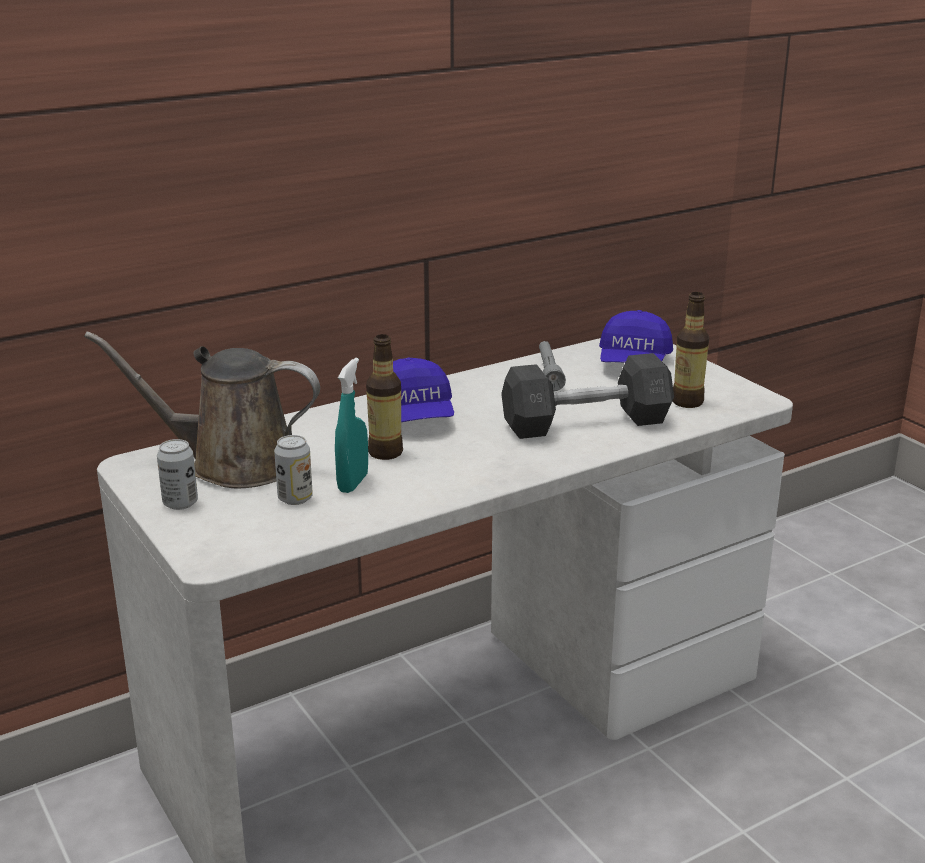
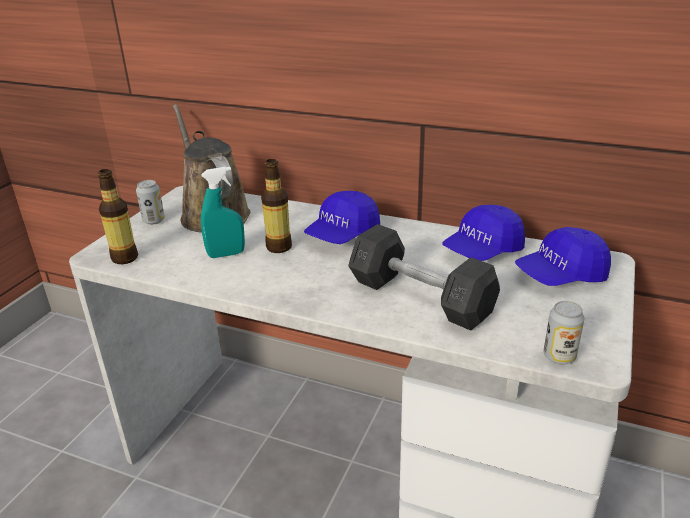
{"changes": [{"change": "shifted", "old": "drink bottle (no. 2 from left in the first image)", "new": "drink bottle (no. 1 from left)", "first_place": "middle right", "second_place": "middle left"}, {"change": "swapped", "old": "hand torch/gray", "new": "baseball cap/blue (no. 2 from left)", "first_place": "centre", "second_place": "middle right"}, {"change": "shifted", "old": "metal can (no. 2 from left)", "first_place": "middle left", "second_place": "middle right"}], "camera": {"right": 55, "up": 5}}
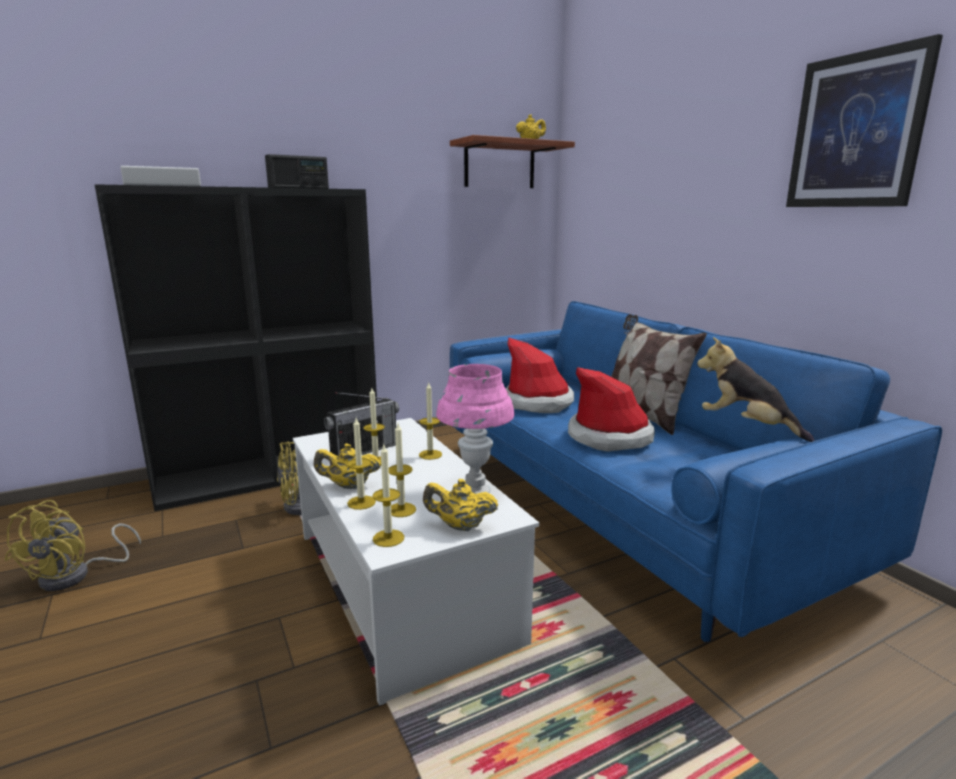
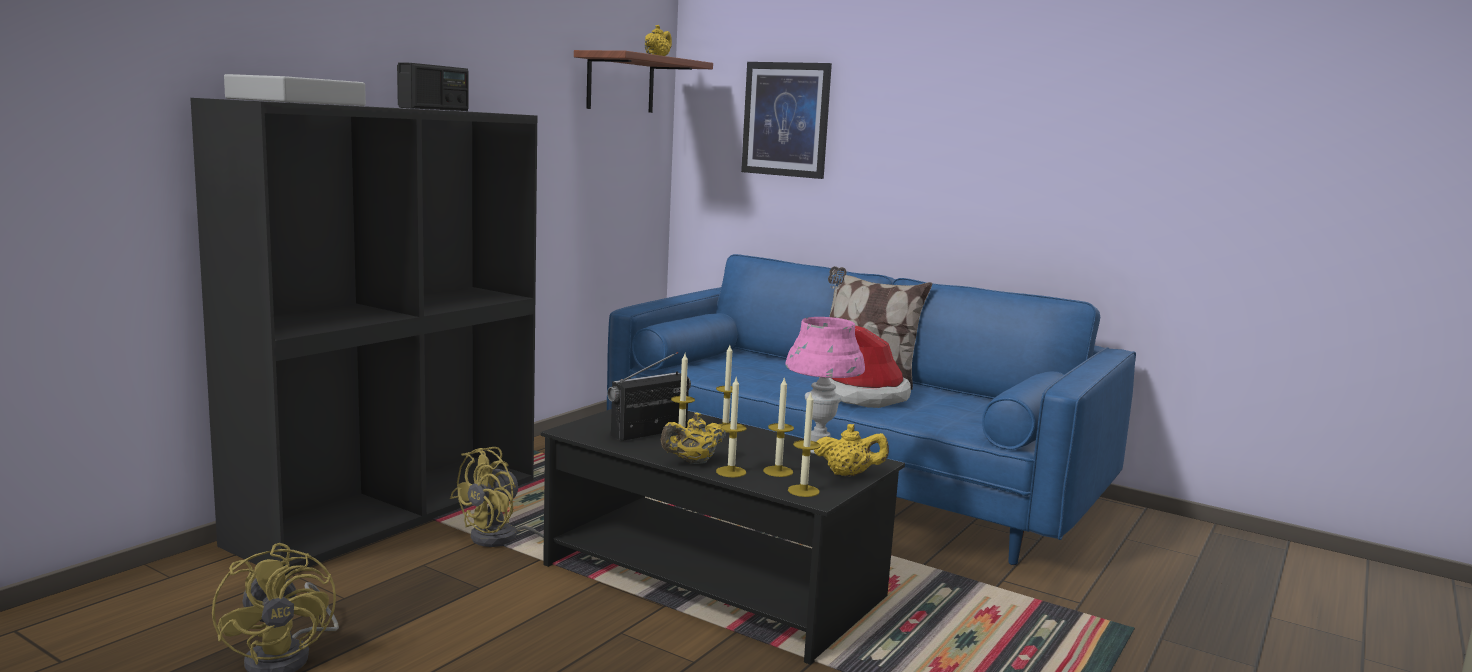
{"changes": [{"change": "repainted", "old": "lounge table/white-coloured", "new": "lounge table/black-coloured", "first_place": "bottom centre", "second_place": "bottom centre"}, {"change": "rotated", "old": "radio set (no. 2 from left)", "first_place": "centre", "second_place": "centre", "degrees": -150}, {"change": "shifted", "old": "wall art", "first_place": "top right", "second_place": "top centre"}, {"change": "rotated", "old": "teapot/yellowish (no. 2 from left in the first image)", "first_place": "centre", "second_place": "bottom centre", "degrees": -150}, {"change": "gone", "old": "clothing hat (no. 1 from left)", "first_place": "centre"}, {"change": "gone", "old": "cuddly toy", "first_place": "middle right"}], "camera": {"right": -30, "up": -5}}
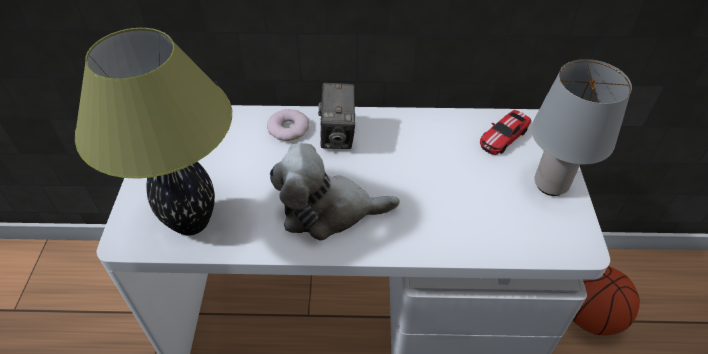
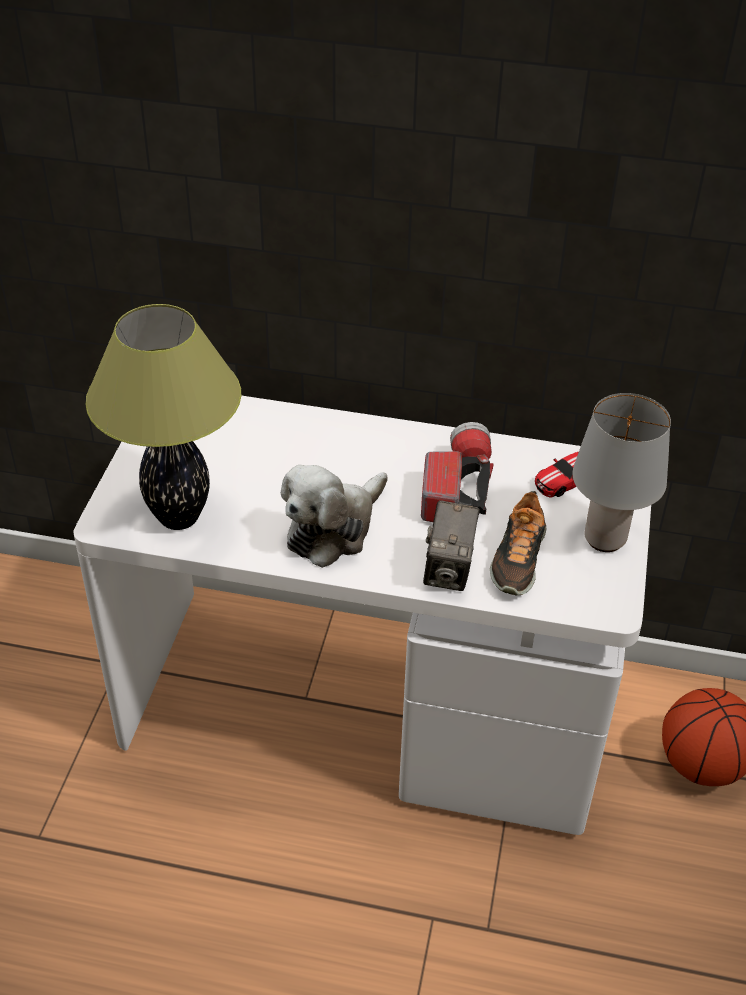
{"changes": [{"change": "rotated", "old": "cuddly toy", "first_place": "centre", "second_place": "centre", "degrees": -60}, {"change": "new", "new": "hand torch", "second_place": "centre"}, {"change": "shifted", "old": "photo camera", "first_place": "top centre", "second_place": "centre"}, {"change": "new", "new": "low shoe", "second_place": "middle right"}, {"change": "gone", "old": "donut", "first_place": "centre"}], "camera": {"right": 10, "up": -5}}
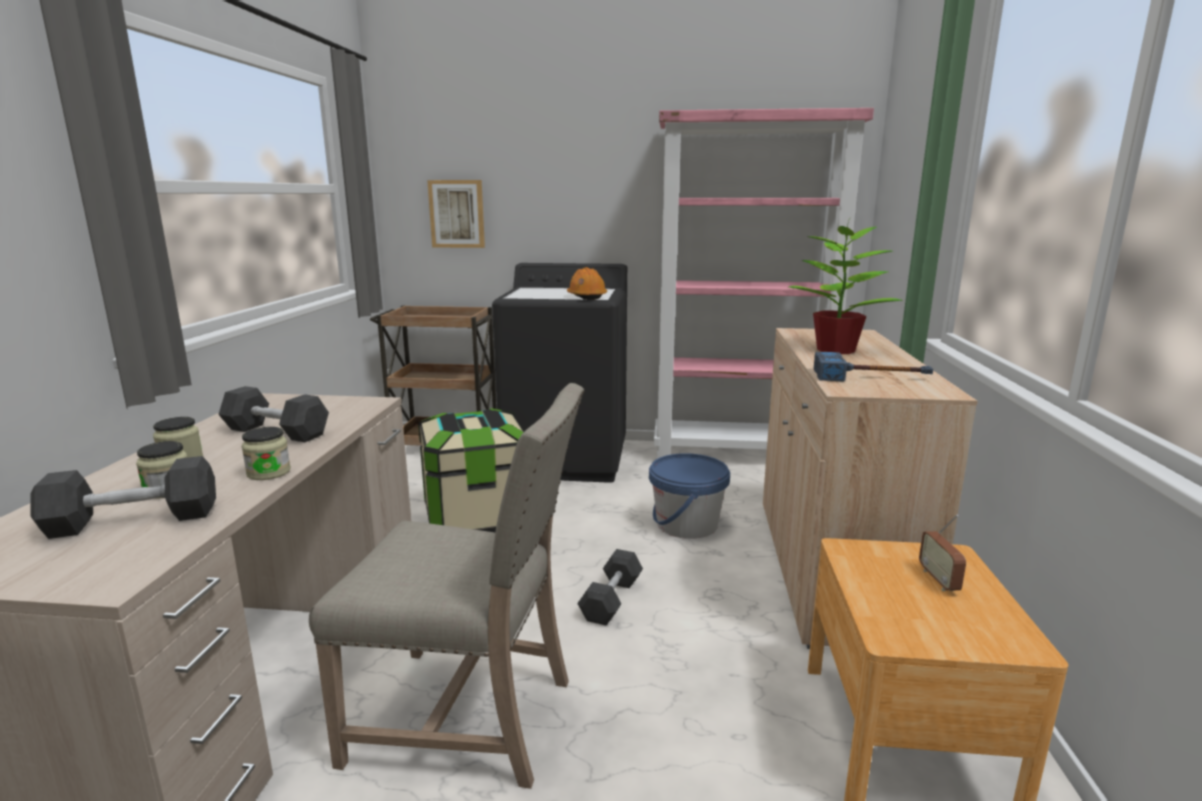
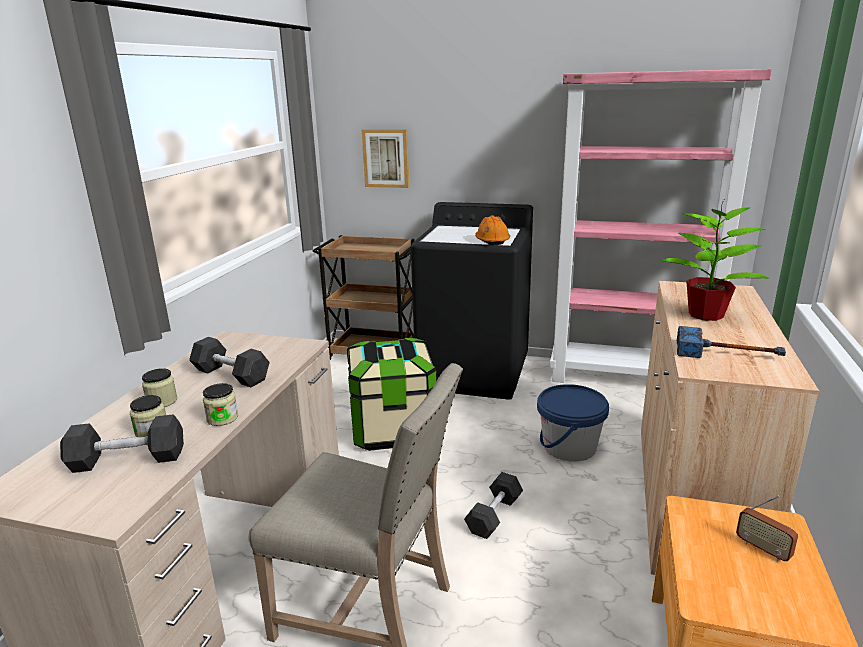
{"changes": [{"change": "rotated", "old": "radio set", "first_place": "bottom right", "second_place": "bottom right", "degrees": -45}], "camera": {"right": 10, "up": 5}}
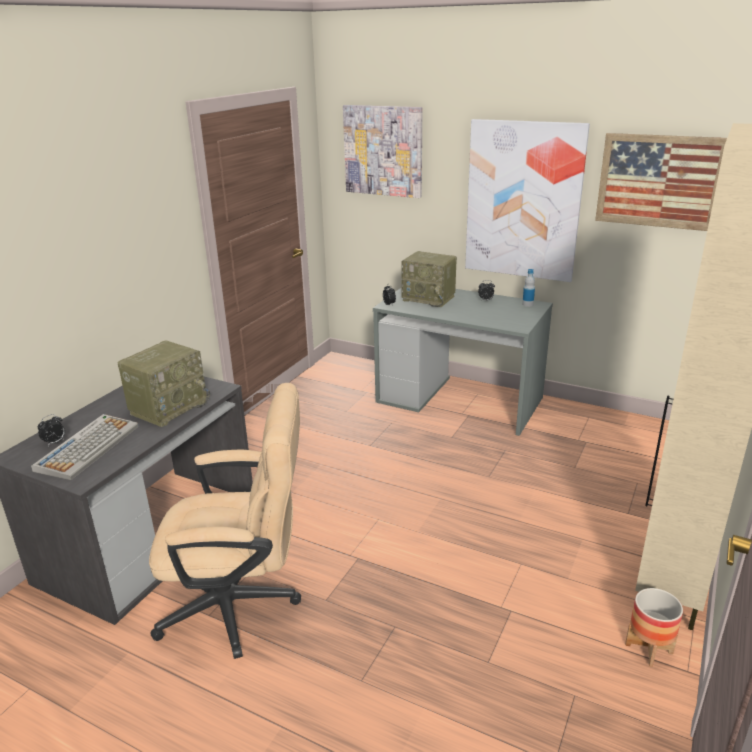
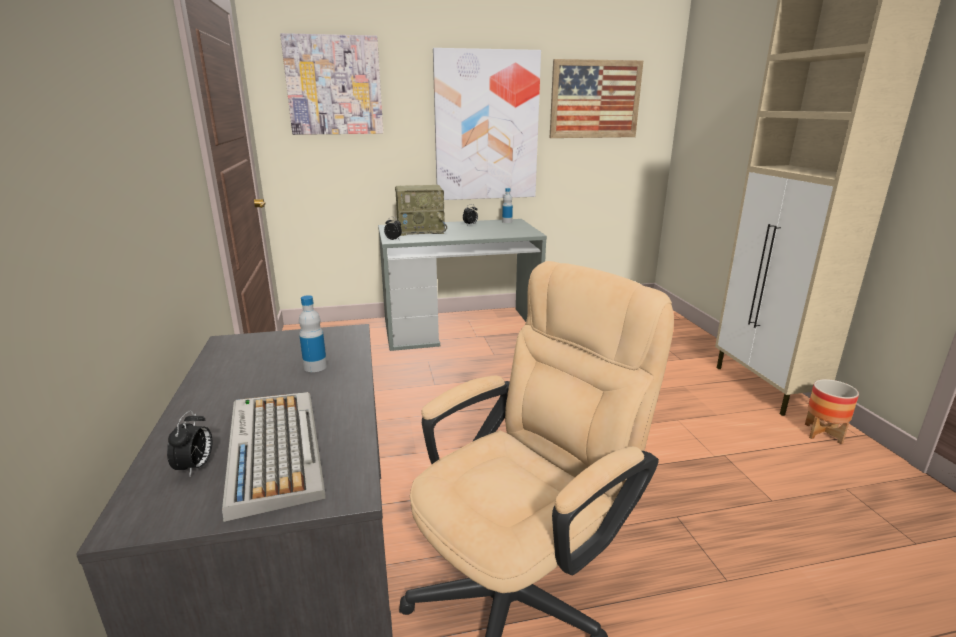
{"changes": [{"change": "swapped", "old": "radio set (no. 1 from left)", "new": "drink bottle (no. 1 from left)", "first_place": "middle left", "second_place": "middle left"}], "camera": {"right": -40, "up": -5}}
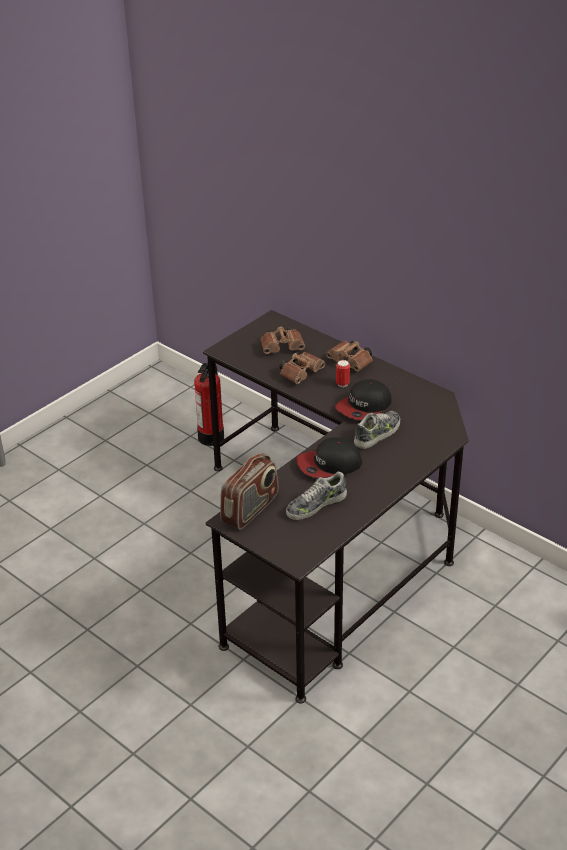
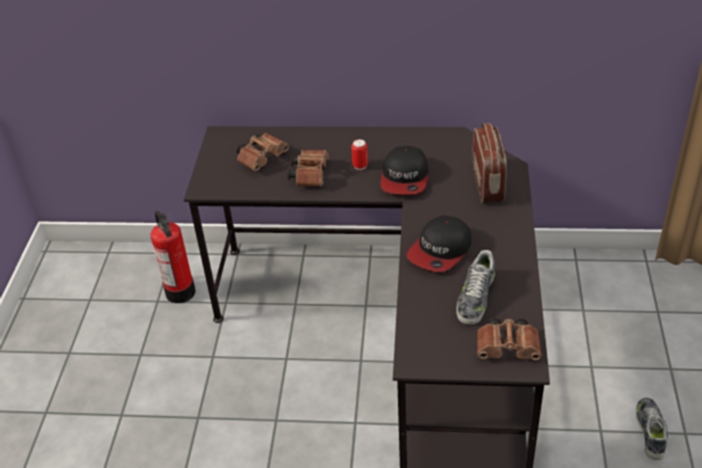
{"changes": [{"change": "shifted", "old": "radio set", "first_place": "centre", "second_place": "middle right"}, {"change": "shifted", "old": "pair of binoculars/brown (no. 3 from left)", "first_place": "centre", "second_place": "bottom right"}, {"change": "shifted", "old": "low shoe (no. 2 from left)", "first_place": "centre", "second_place": "bottom right"}], "camera": {"right": -35, "up": 5}}
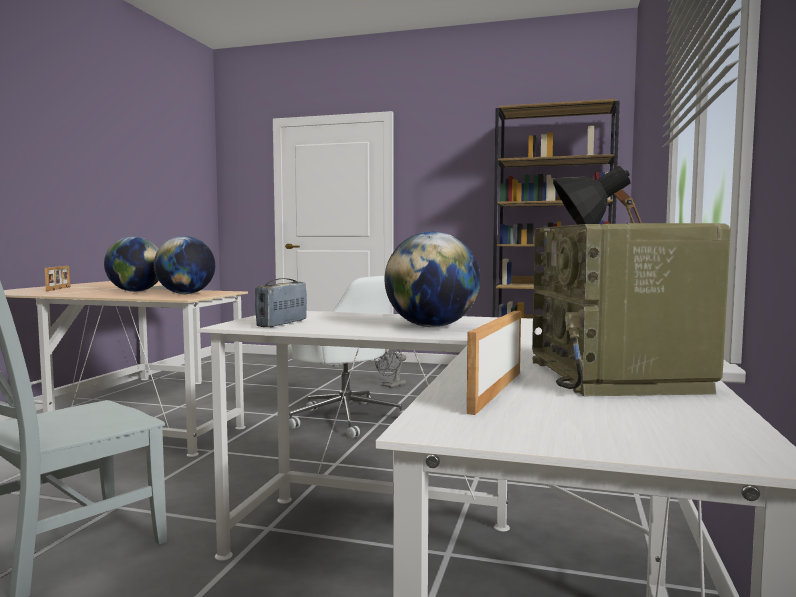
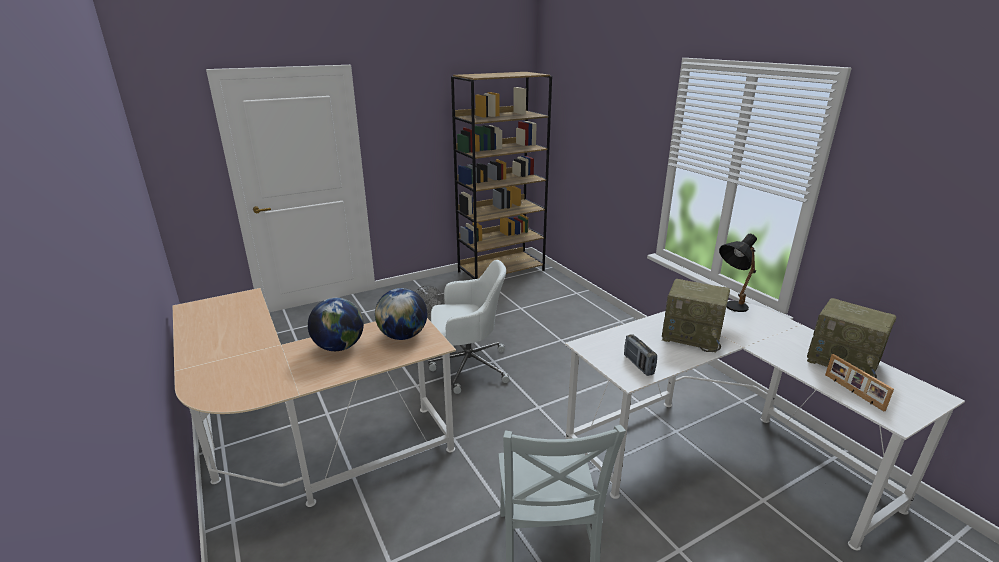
{"changes": [{"change": "swapped", "old": "desk globe (no. 3 from left)", "new": "radio set (no. 2 from left)", "first_place": "centre", "second_place": "middle right"}, {"change": "gone", "old": "photo frame (no. 1 from left)", "first_place": "middle left"}], "camera": {"right": -45, "up": 20}}
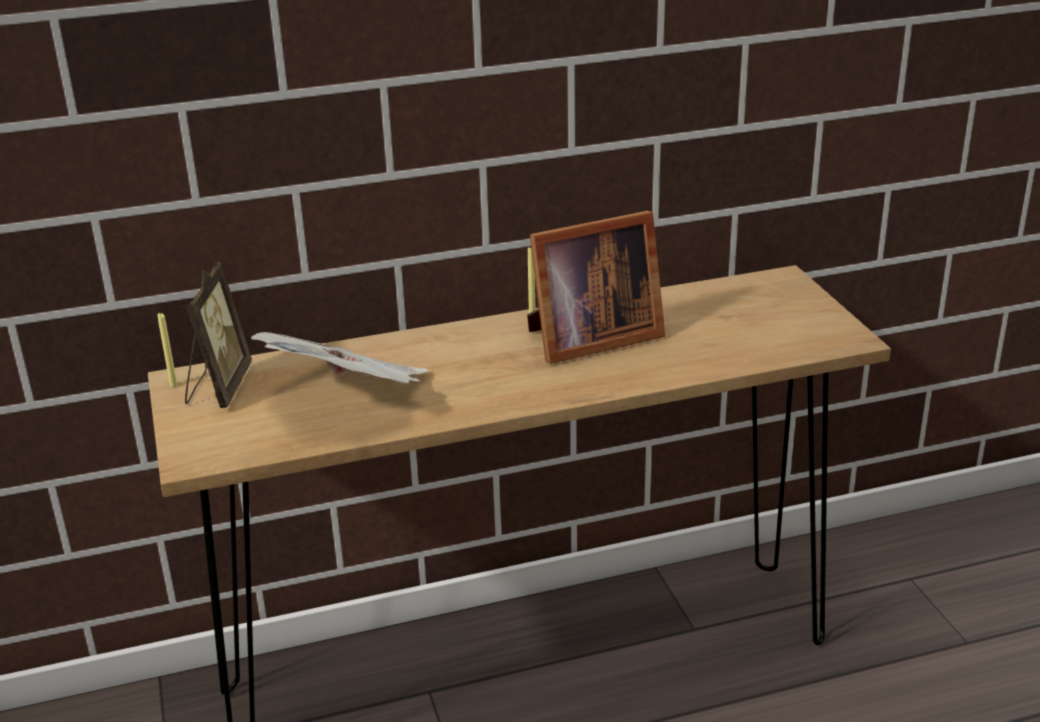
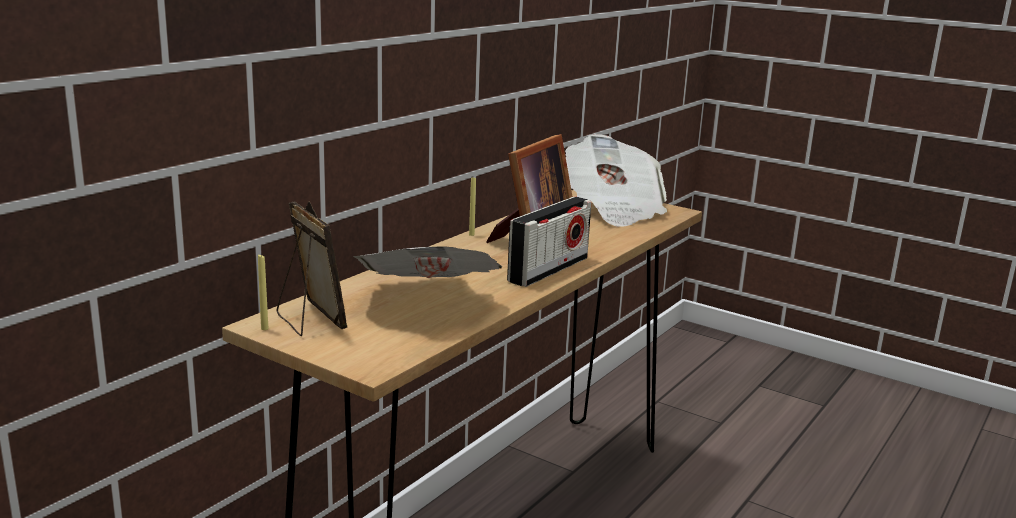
{"changes": [{"change": "new", "new": "radio set", "second_place": "centre"}, {"change": "new", "new": "daily paper (no. 2 from left)", "second_place": "centre"}], "camera": {"right": -40, "up": -10}}
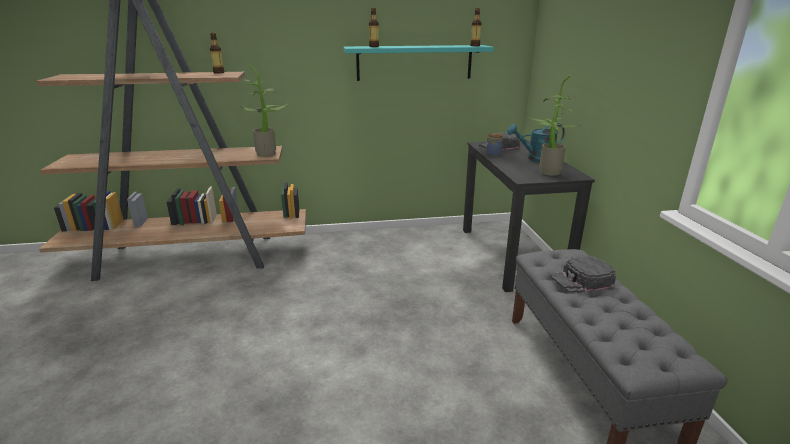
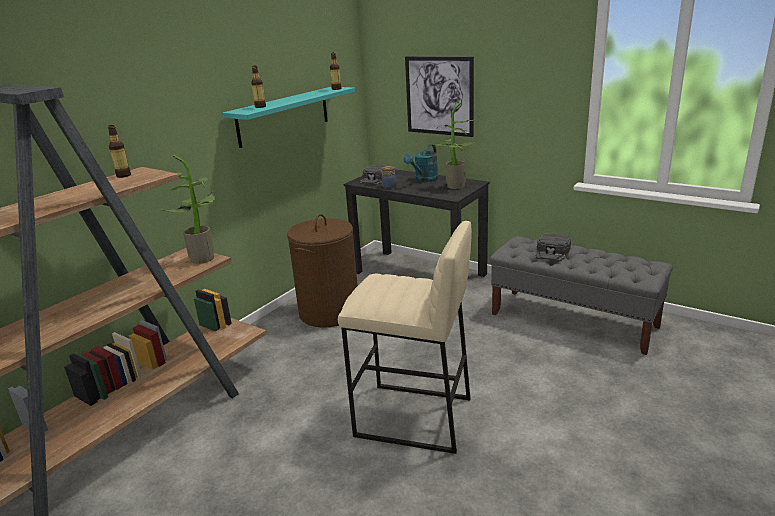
{"changes": [{"change": "new", "new": "hamper/brown", "second_place": "centre"}, {"change": "new", "new": "stool/beige", "second_place": "centre"}, {"change": "new", "new": "wall art", "second_place": "top centre"}], "camera": {"right": -45, "up": 0}}
